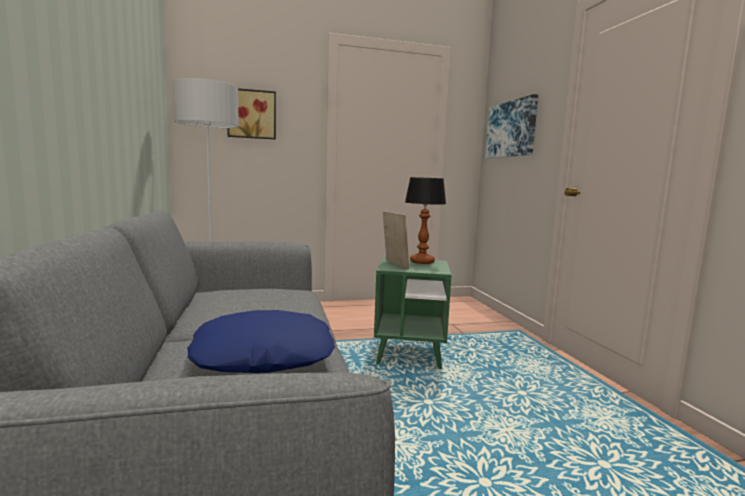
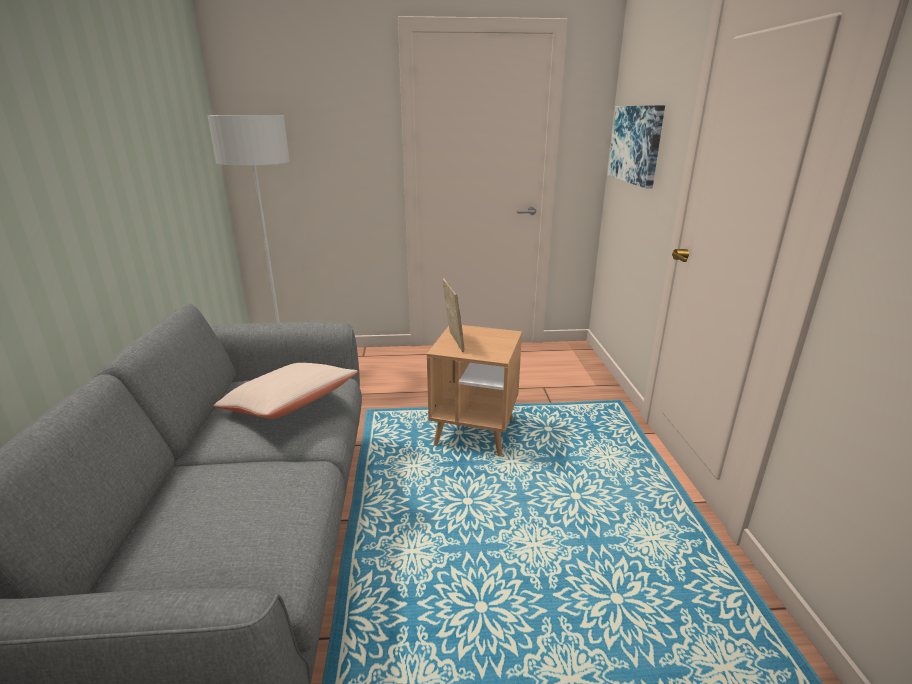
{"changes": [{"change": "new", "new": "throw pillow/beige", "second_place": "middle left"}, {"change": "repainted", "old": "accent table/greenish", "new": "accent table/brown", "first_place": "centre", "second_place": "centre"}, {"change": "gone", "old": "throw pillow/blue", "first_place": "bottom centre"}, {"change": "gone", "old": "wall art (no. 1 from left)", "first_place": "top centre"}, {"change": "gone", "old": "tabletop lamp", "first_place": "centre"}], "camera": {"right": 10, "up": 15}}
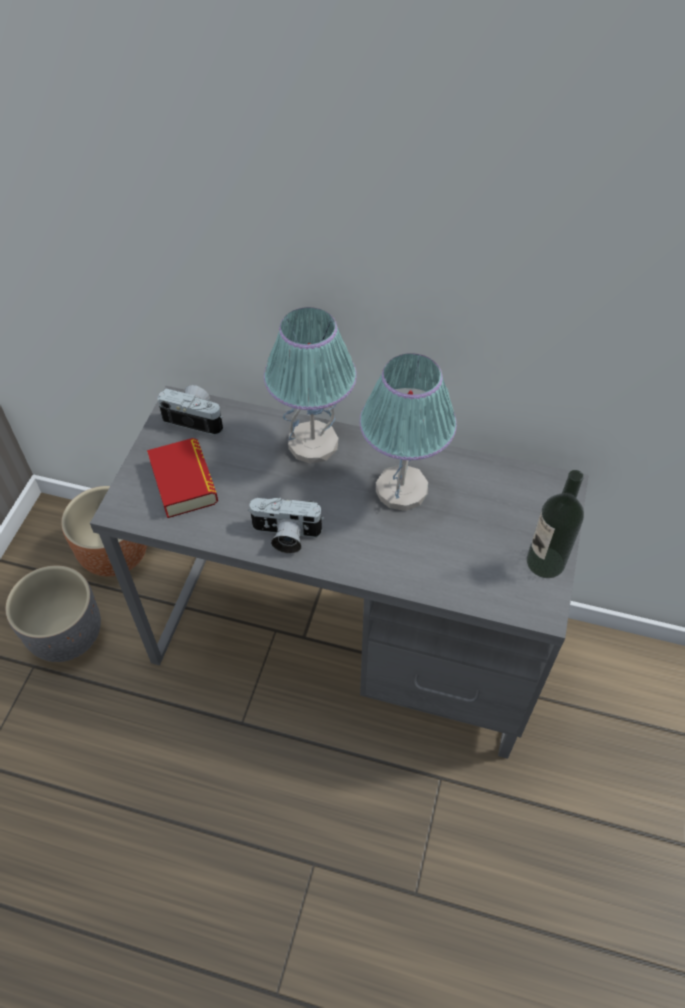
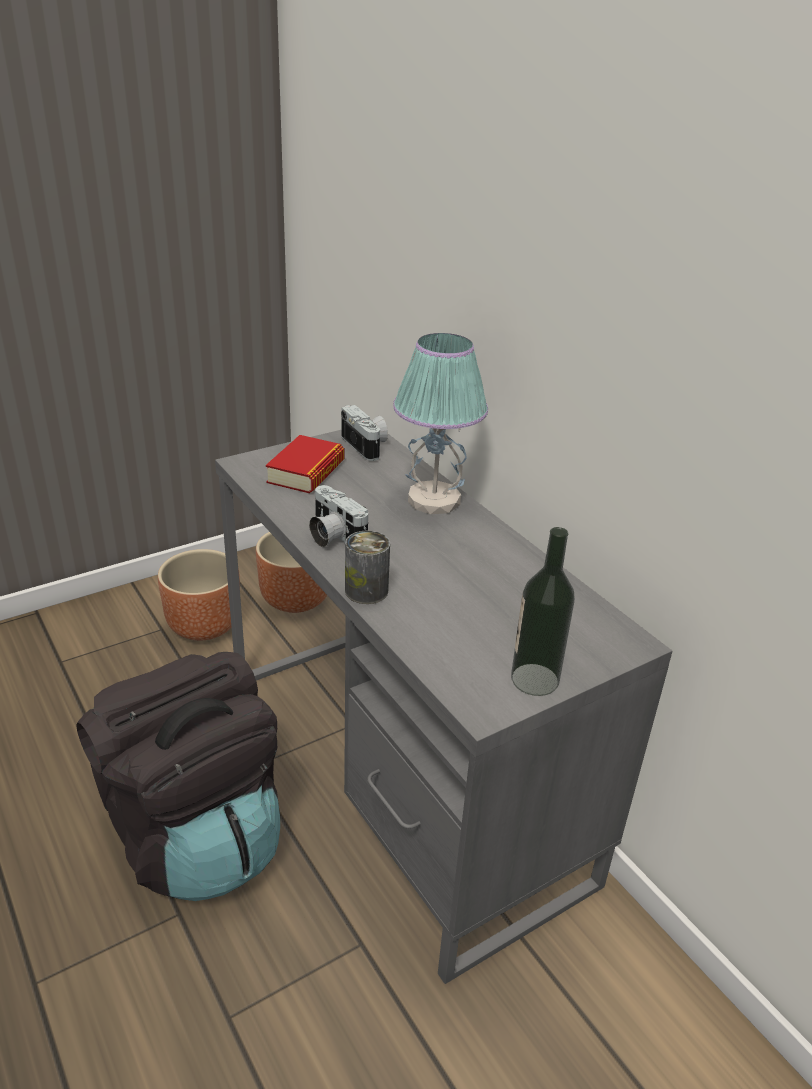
{"changes": [{"change": "new", "new": "rucksack/black-coloured", "second_place": "bottom left"}, {"change": "repainted", "old": "flower pot/gray", "new": "flower pot/brown (no. 1 from left)", "first_place": "middle left", "second_place": "middle left"}, {"change": "new", "new": "metal can", "second_place": "centre"}, {"change": "gone", "old": "tabletop lamp (no. 2 from left)", "first_place": "centre"}], "camera": {"right": 40, "up": -20}}
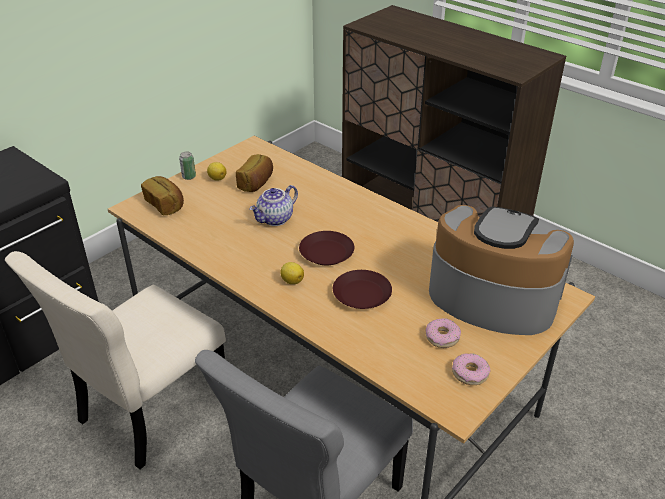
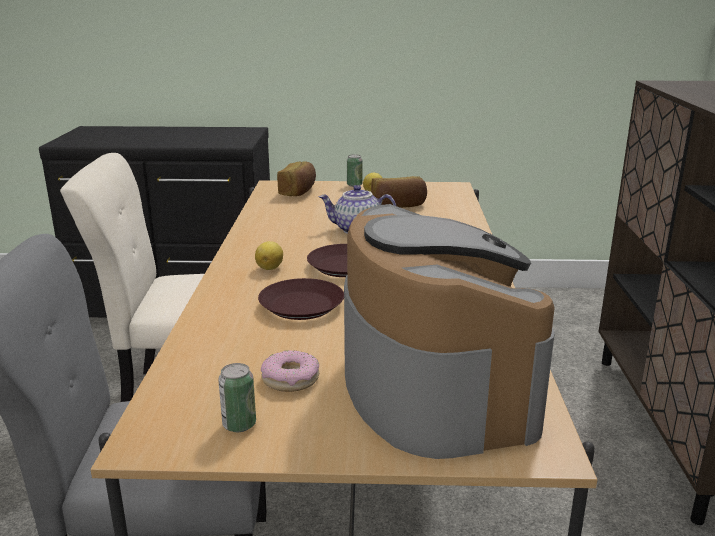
{"changes": [{"change": "swapped", "old": "donut (no. 2 from left)", "new": "metal can (no. 1 from left)", "first_place": "bottom right", "second_place": "bottom left"}], "camera": {"right": 50, "up": -15}}
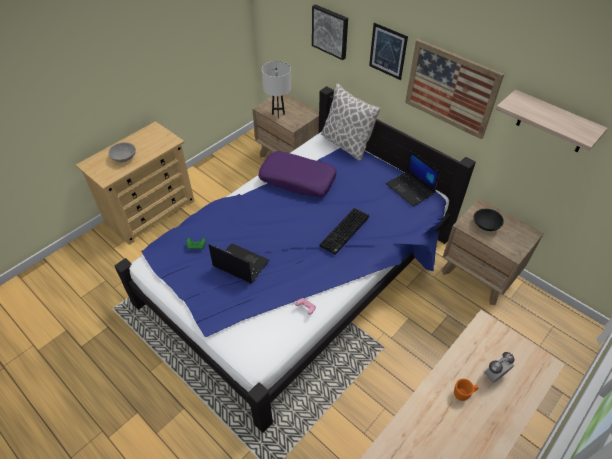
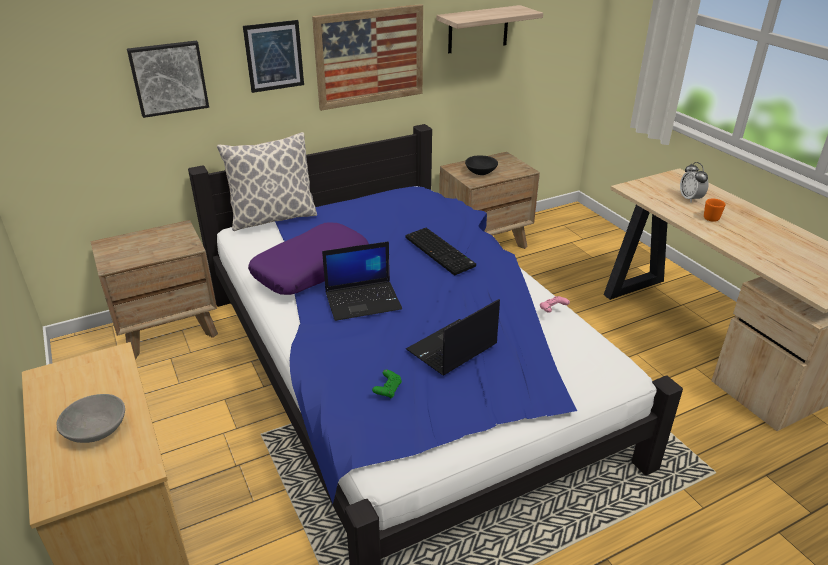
{"changes": [{"change": "shifted", "old": "portable computer (no. 2 from left in the first image)", "new": "portable computer (no. 1 from left)", "first_place": "middle right", "second_place": "centre"}, {"change": "gone", "old": "tabletop lamp/white-coloured", "first_place": "top centre"}], "camera": {"right": -70, "up": -15}}
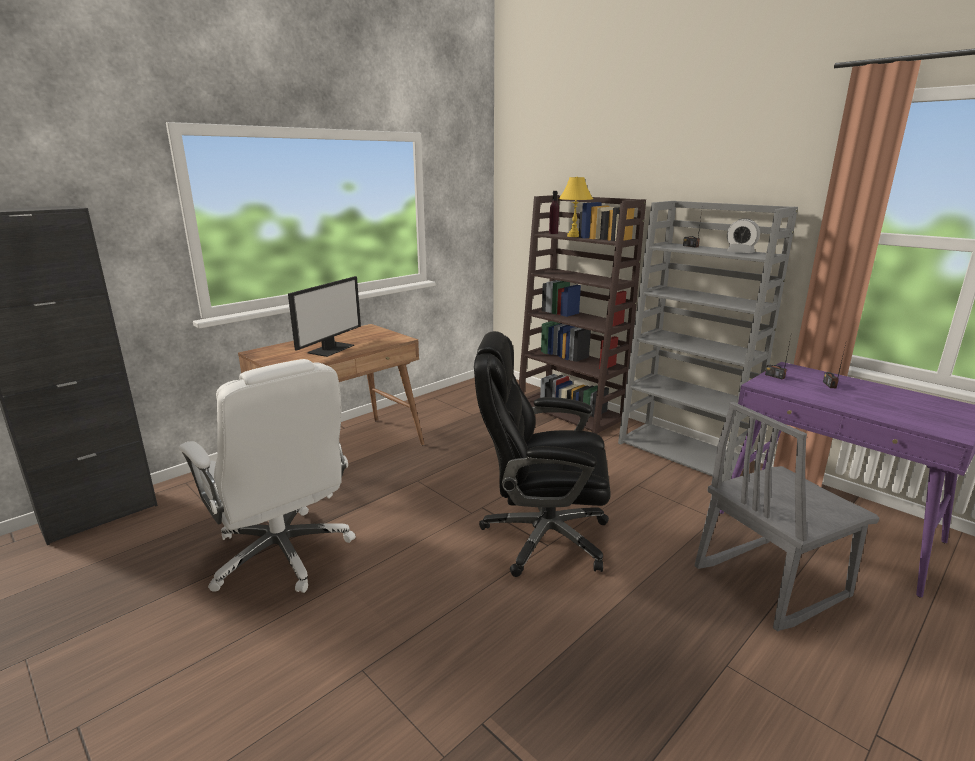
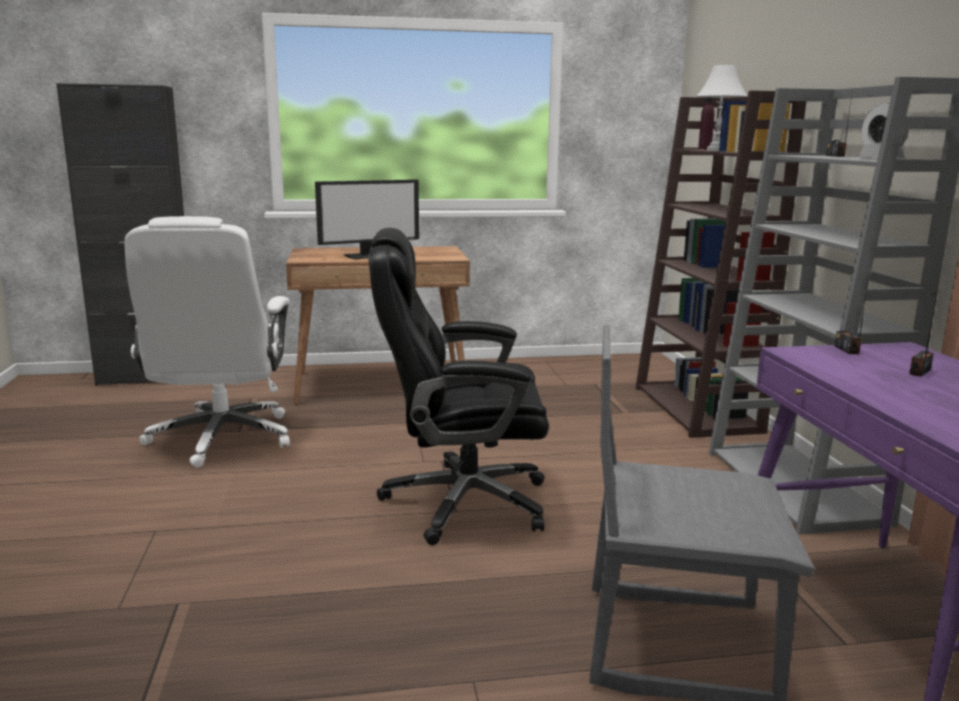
{"changes": [{"change": "rotated", "old": "office chair/black-coloured", "first_place": "centre", "second_place": "centre", "degrees": -45}, {"change": "repainted", "old": "tabletop lamp/yellowish", "new": "tabletop lamp/white-coloured", "first_place": "top centre", "second_place": "top right"}], "camera": {"right": 35, "up": -5}}
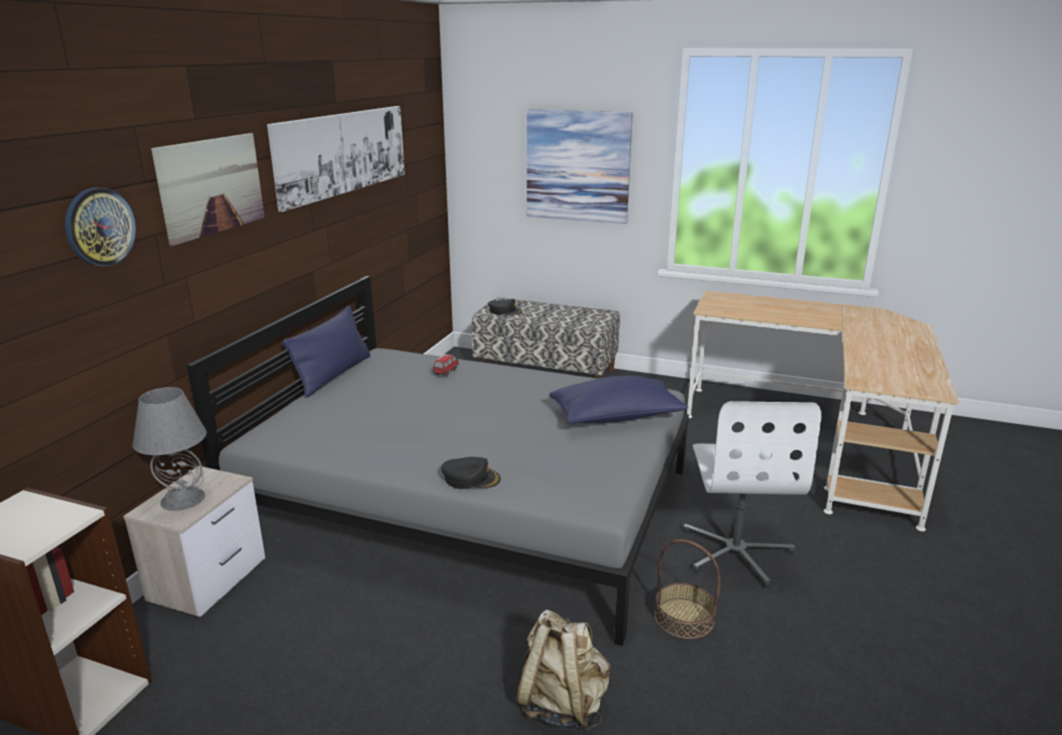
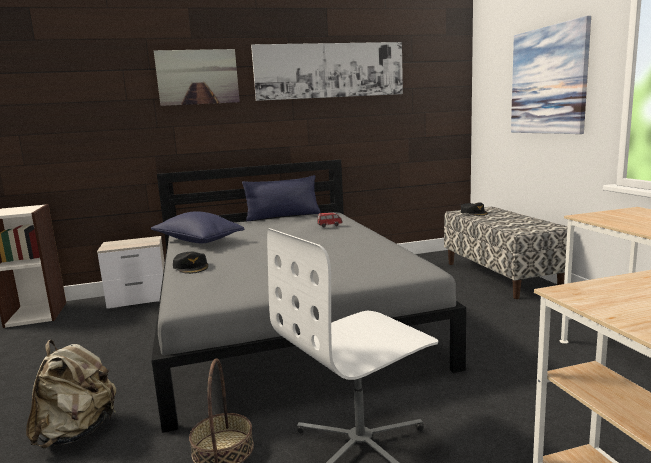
{"changes": [{"change": "shifted", "old": "throw pillow/blue (no. 2 from left in the first image)", "new": "throw pillow/blue (no. 1 from left)", "first_place": "centre", "second_place": "middle left"}, {"change": "gone", "old": "hanging clock", "first_place": "top left"}, {"change": "gone", "old": "tabletop lamp/gray", "first_place": "middle left"}], "camera": {"right": 55, "up": -10}}
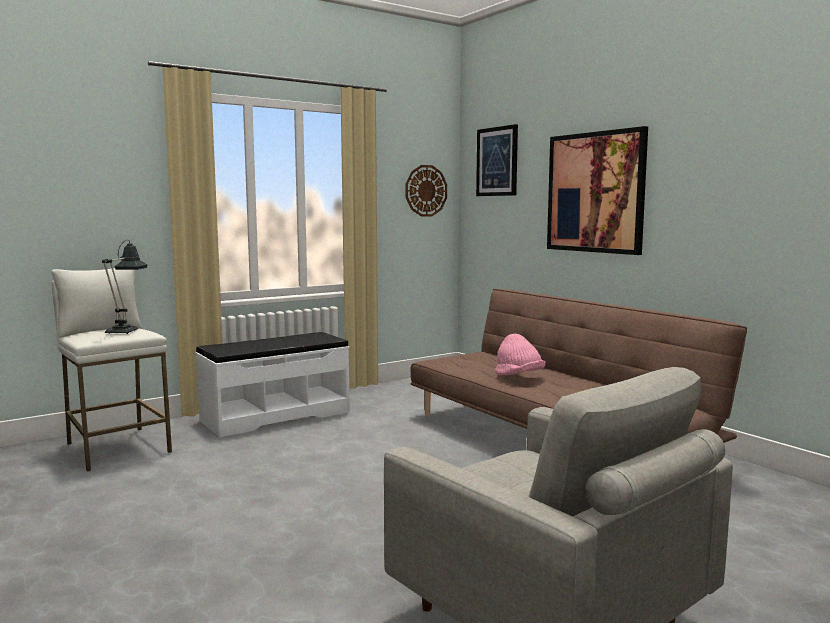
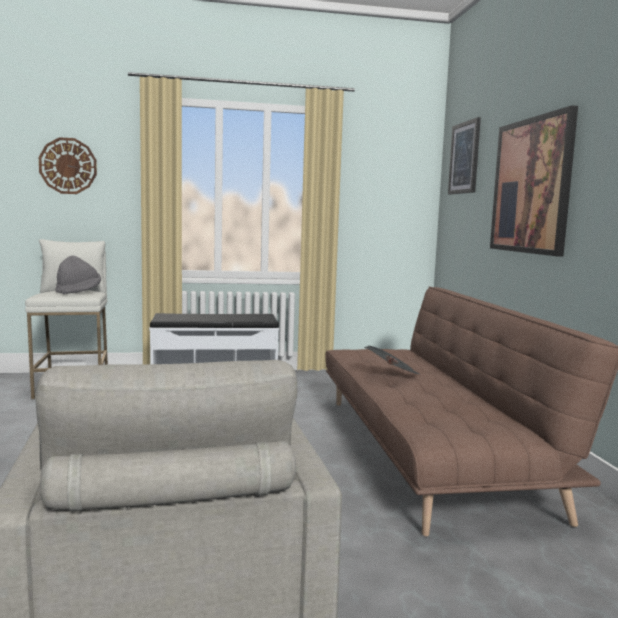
{"changes": [{"change": "shifted", "old": "hanging clock", "first_place": "top centre", "second_place": "top left"}, {"change": "swapped", "old": "tabletop lamp", "new": "clothing hat/gray", "first_place": "middle left", "second_place": "middle left"}, {"change": "swapped", "old": "clothing hat/pink-coloured", "new": "daily paper", "first_place": "centre", "second_place": "centre"}], "camera": {"right": 25, "up": 0}}
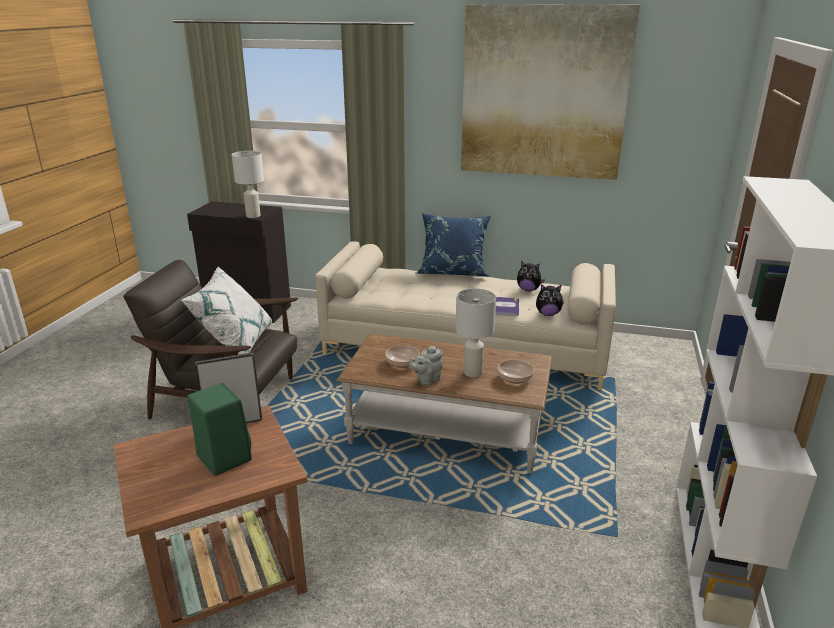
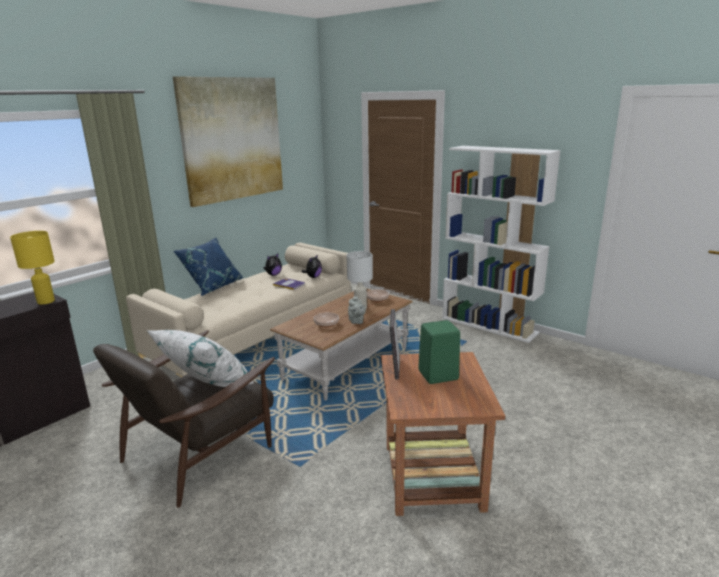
{"changes": [{"change": "repainted", "old": "tabletop lamp/white-coloured (no. 1 from left)", "new": "tabletop lamp/yellowish", "first_place": "top left", "second_place": "middle left"}], "camera": {"right": -65, "up": -5}}
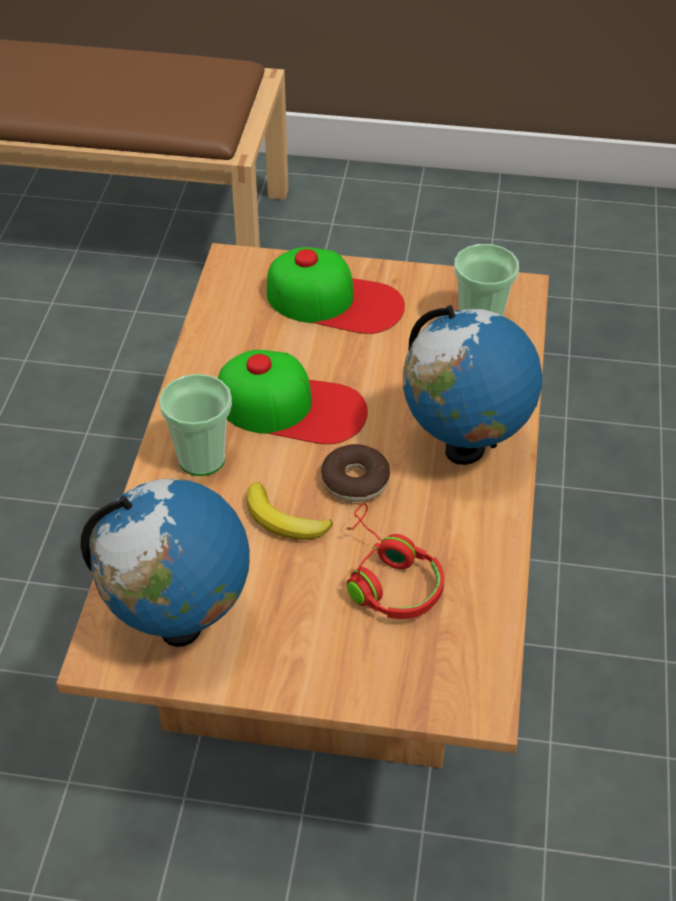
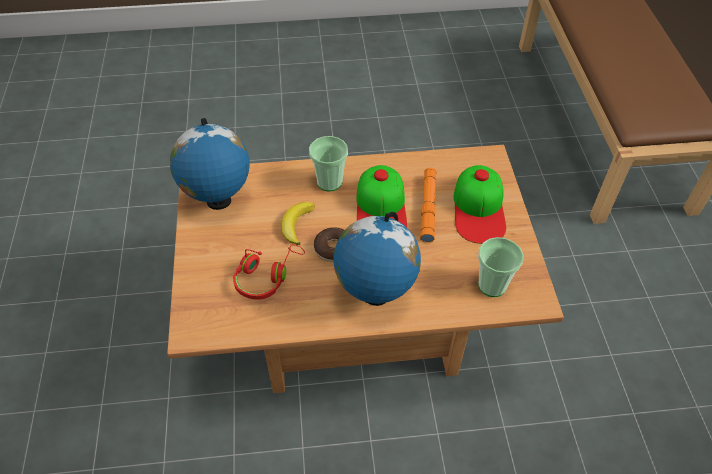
{"changes": [{"change": "new", "new": "hand torch/orange", "second_place": "centre"}], "camera": {"right": 75, "up": 5}}
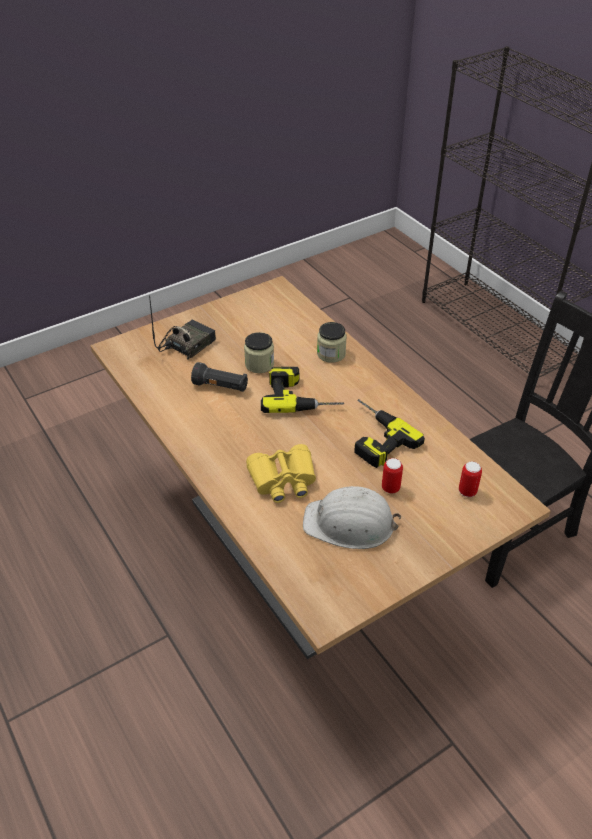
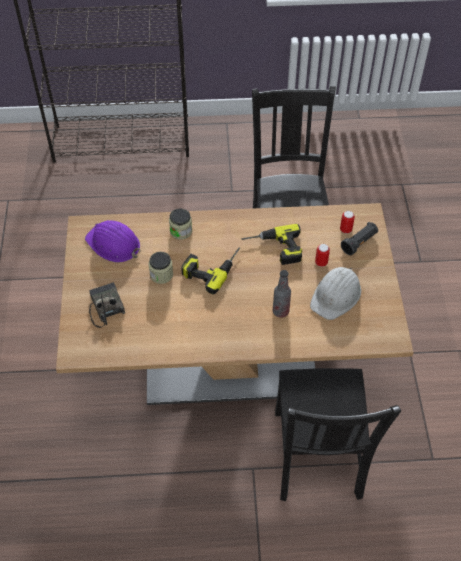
{"changes": [{"change": "new", "new": "hard hat/purple-coloured", "second_place": "middle left"}, {"change": "swapped", "old": "pair of binoculars/yellowish", "new": "drink bottle", "first_place": "centre", "second_place": "centre"}, {"change": "new", "new": "upright chair/black-coloured (no. 2 from left)", "second_place": "bottom right"}, {"change": "shifted", "old": "hand torch/black-coloured", "first_place": "centre", "second_place": "middle right"}], "camera": {"right": -60, "up": 10}}
